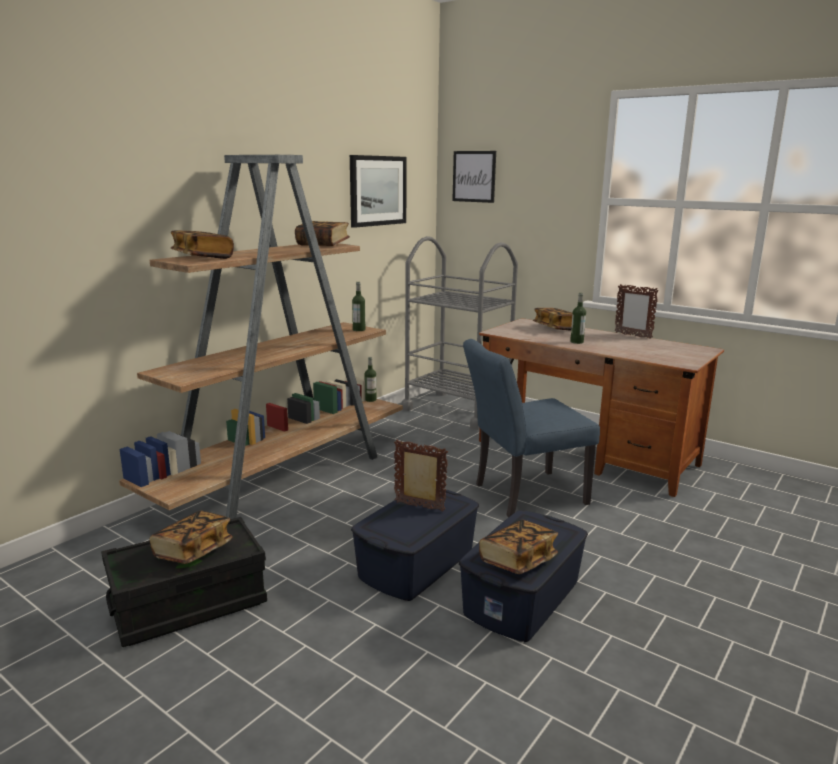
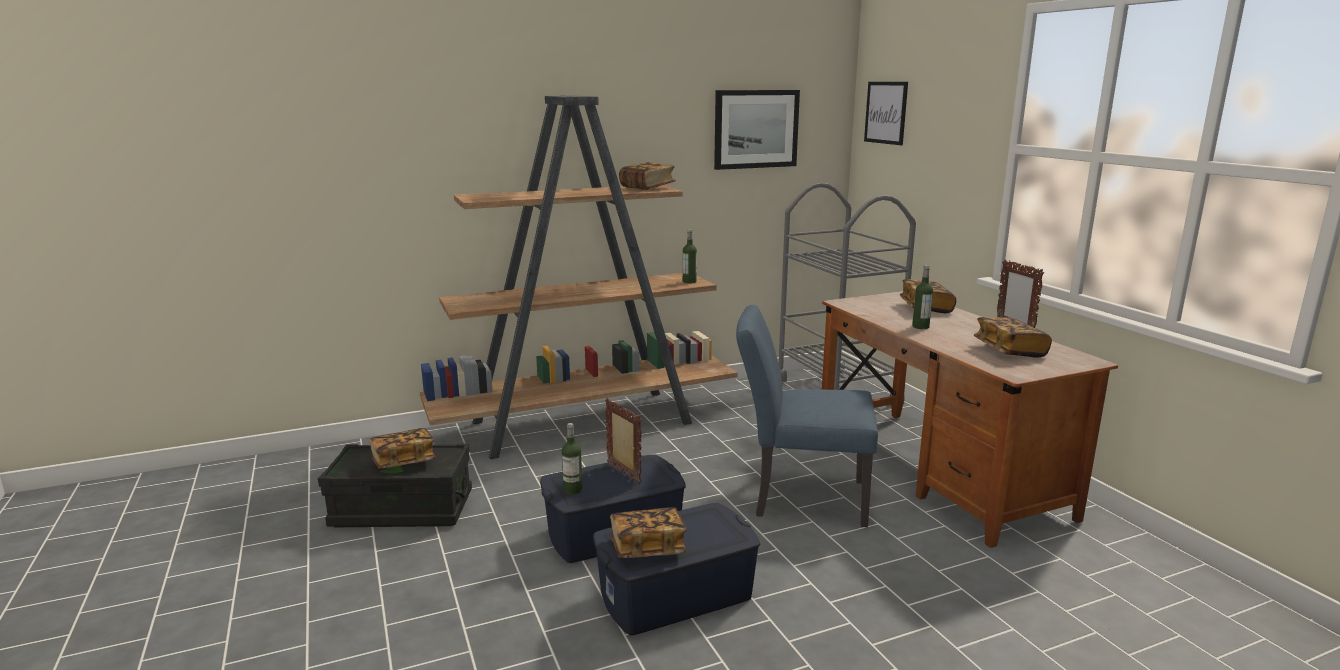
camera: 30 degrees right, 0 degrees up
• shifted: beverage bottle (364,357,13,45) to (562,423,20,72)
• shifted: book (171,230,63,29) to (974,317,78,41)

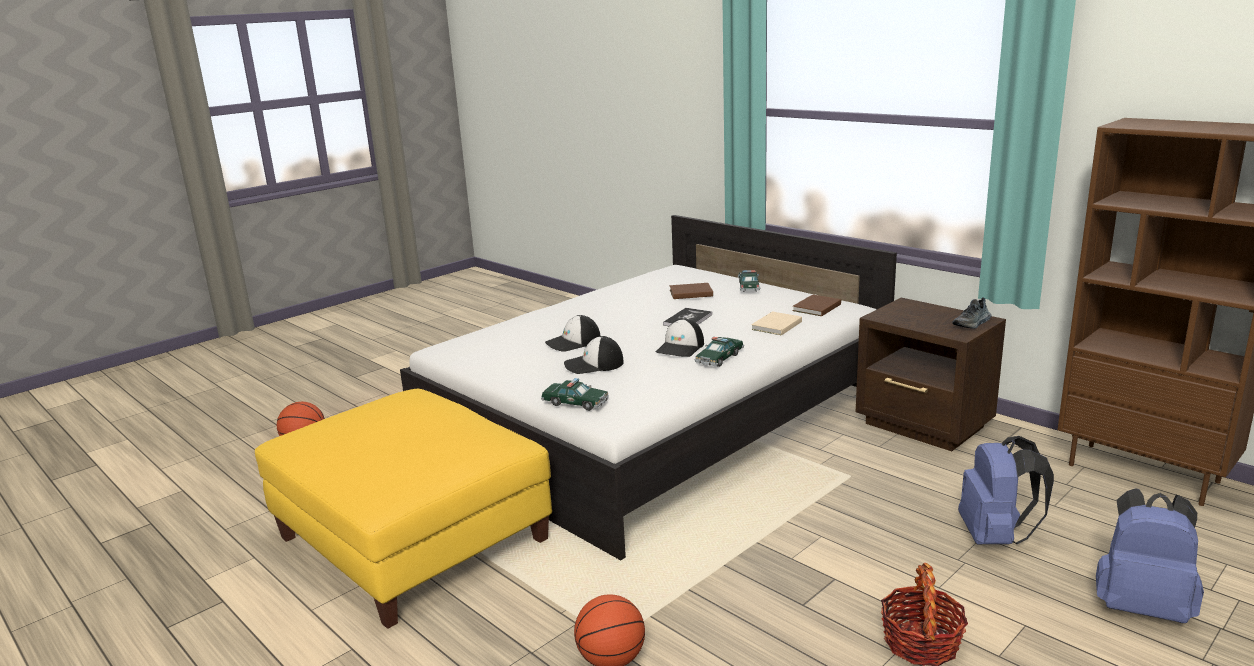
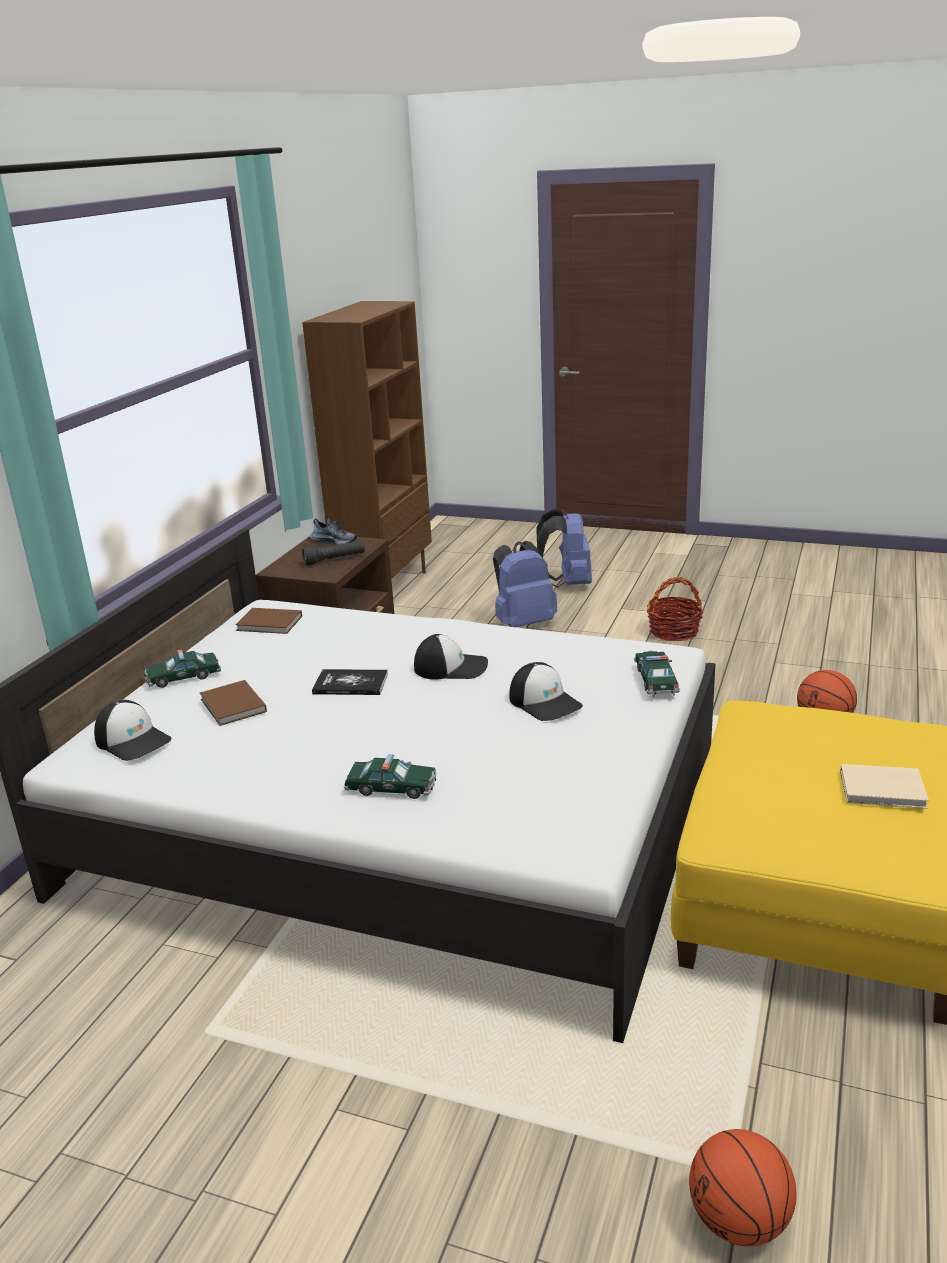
camera: 115 degrees left, 5 degrees up
• shifted: baseball cap (545,315,55,37) to (94,700,78,61)
• new: hand torch in black-coloured (302,541,63,25)
• shifted: model car (694,337,50,30) to (344,754,93,45)
• shifted: book in beige-coloured (751,311,51,25) to (840,764,89,45)

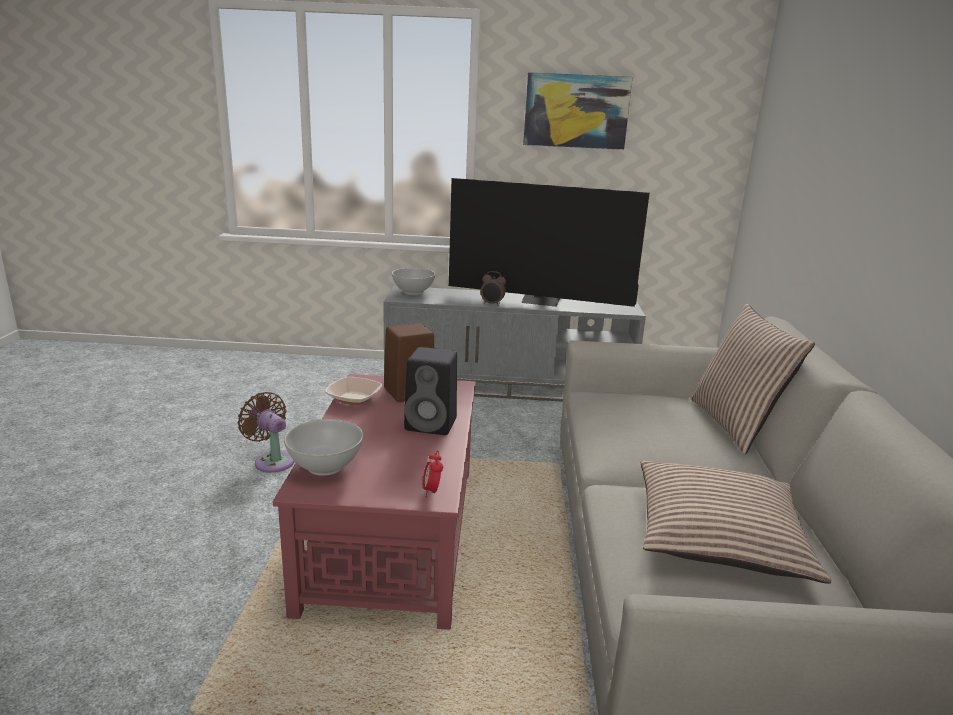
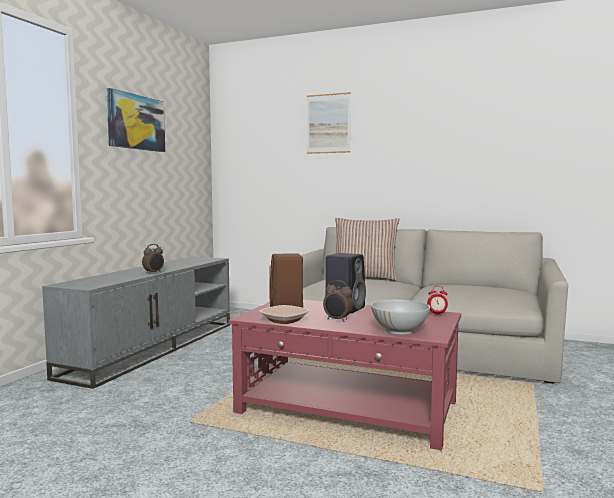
camera: 70 degrees left, 15 degrees down
• new: wall art (307,92,44,62)
• new: bedside clock (323,280,30,42)
• gone: electric fan in brown (238,392,56,81)
• gone: deep dish in whitish (392,268,43,27)
• gone: TV set (449,178,201,129)
• gone: cushion (641,460,190,124)

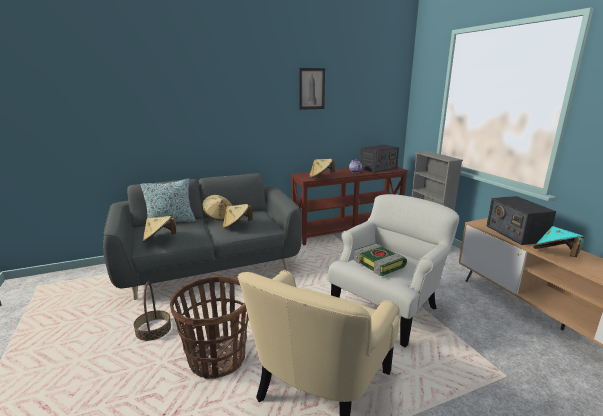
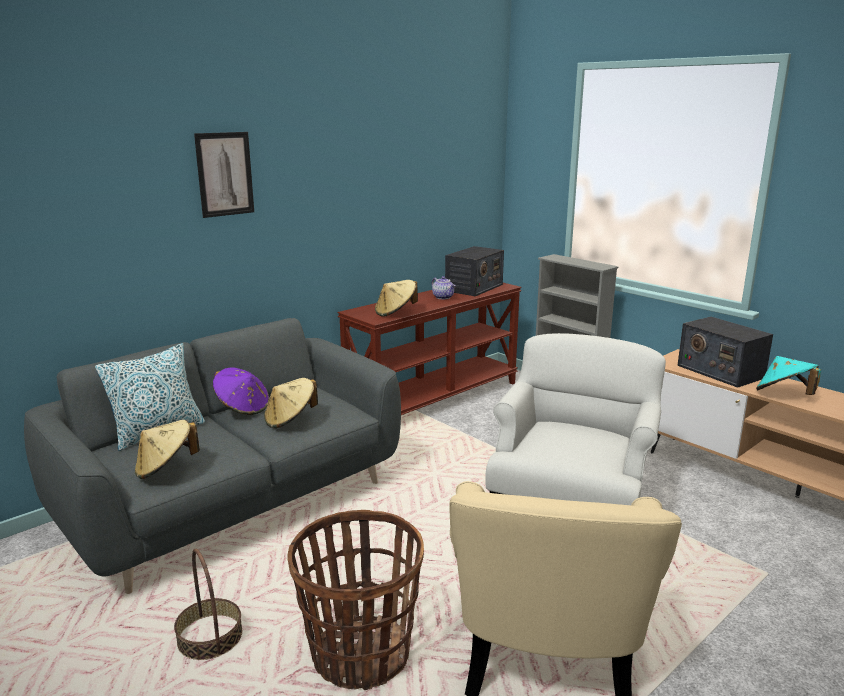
camera: 20 degrees left, 0 degrees up
• shifted: wall art (299,68,26,42) to (194,132,60,86)
• repainted: hat in beige-coloured (203,195,30,26) to hat in purple (213,368,56,47)
• gone: book (353,243,54,33)

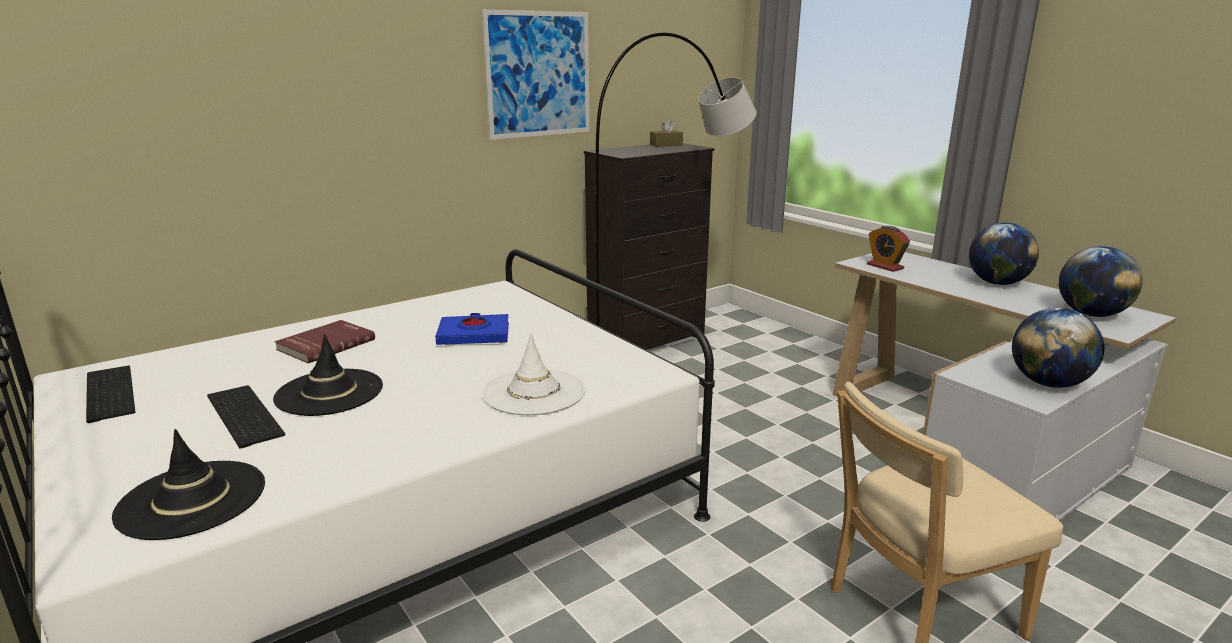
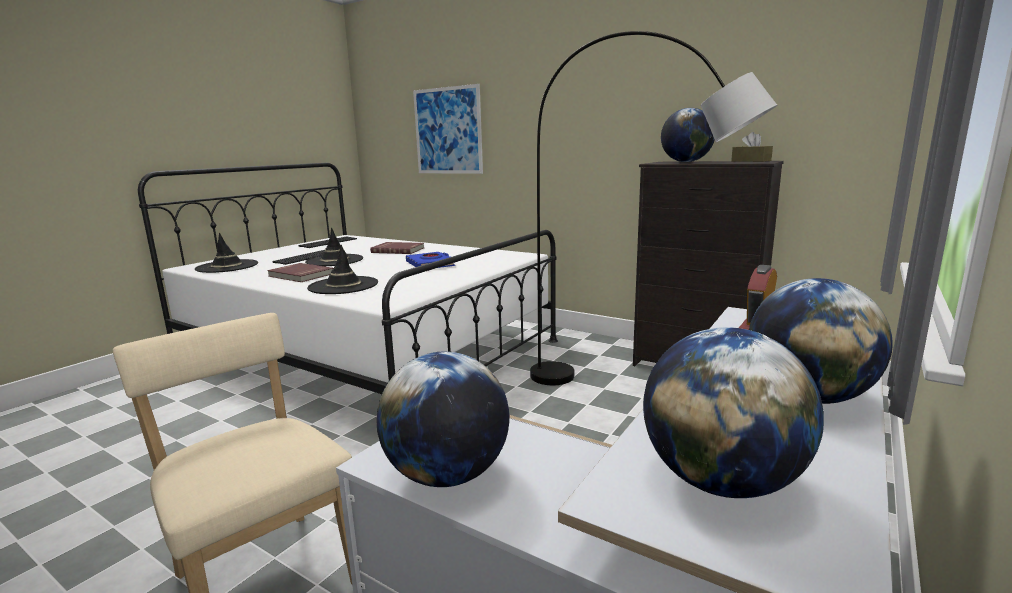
camera: 70 degrees right, 5 degrees down
• new: book in red-coloured (267,263,66,19)
• repainted: hat in whitish (482,333,104,82) to hat in black-coloured (307,245,71,49)
• shifted: wall art (481,9,109,131) to (413,84,70,90)
• new: world globe (661,108,54,54)

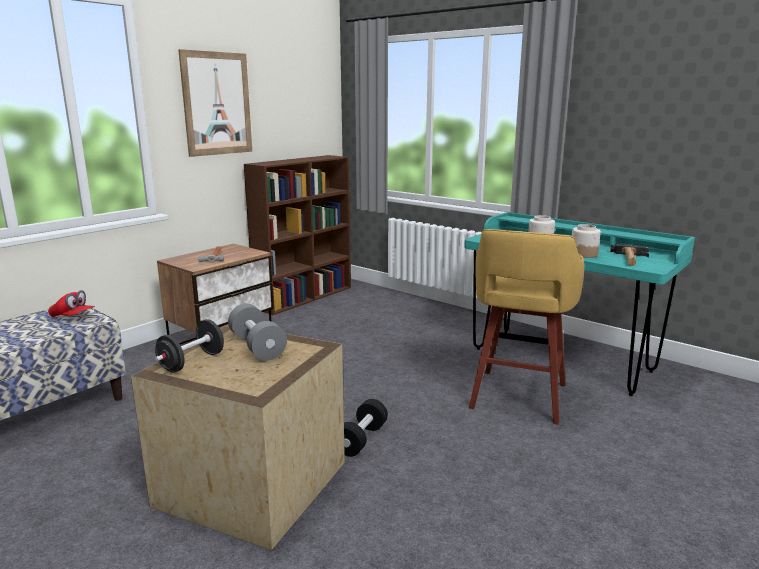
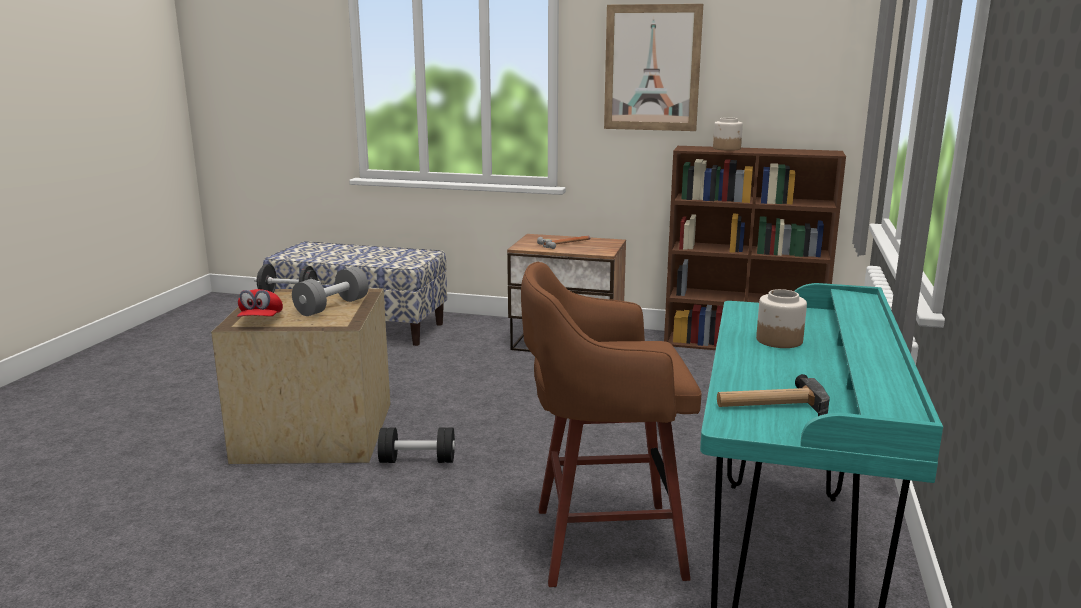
camera: 65 degrees right, 0 degrees up
• shifted: baseball cap in red-coloured (48,290,47,27) to (237,289,46,28)
• repainted: stool in yellow (469,229,115,196) to stool in brown (521,262,181,325)
• shifted: preserve jar (572,224,29,34) to (713,117,30,34)

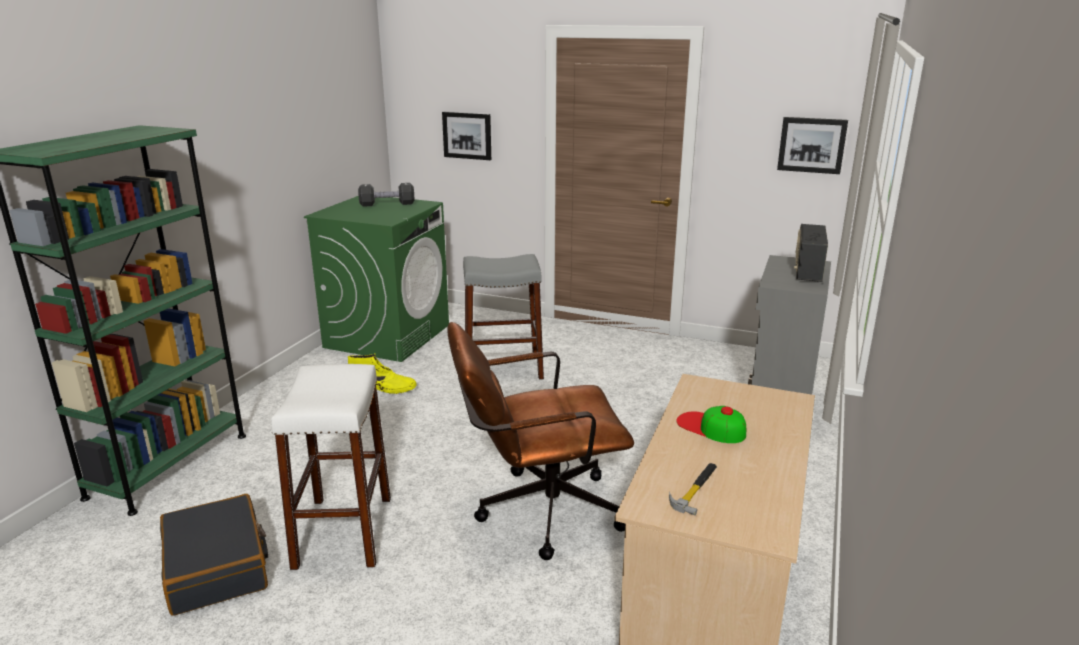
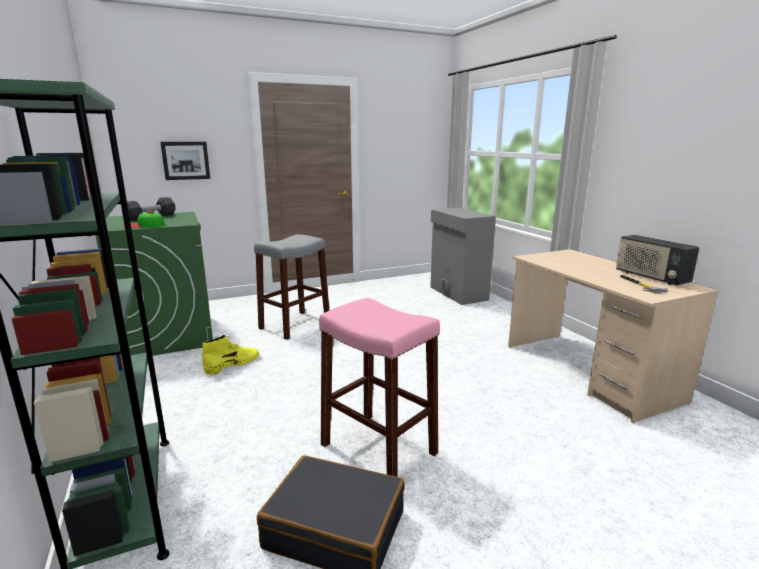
camera: 45 degrees left, 5 degrees down
• shifted: baseball cap (676,406,70,37) to (122,210,43,18)
• repainted: stool in whitish (271,364,120,206) to stool in pink-coloured (319,298,121,179)
• shifted: radio receiver (794,224,34,58) to (616,235,83,50)
• gone: office chair in brown (447,322,187,238)
• gone: wall art (777,117,71,57)

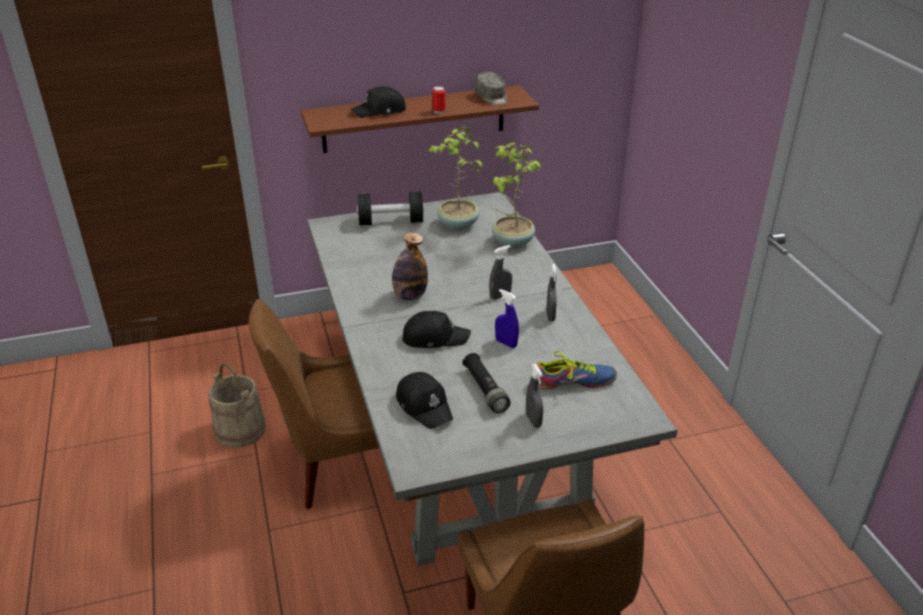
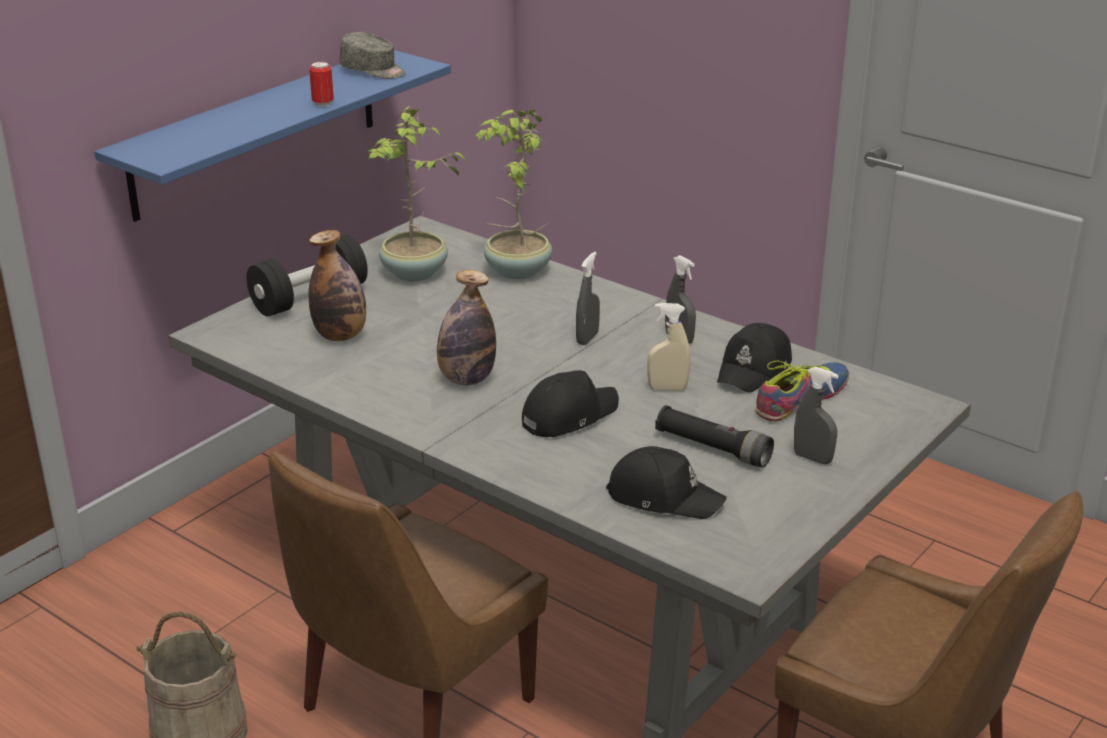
camera: 35 degrees left, 5 degrees down
• repainted: wall shelf in brown (301,85,238,68) to wall shelf in bluish (94,50,357,172)
• new: beverage bottle (308,230,58,111)
• repainted: sprayer in bluish (495,289,24,59) to sprayer in beige-coloured (647,303,43,88)
• shifted: baseball cap in black-coloured (351,86,55,32) to (717,323,75,70)

